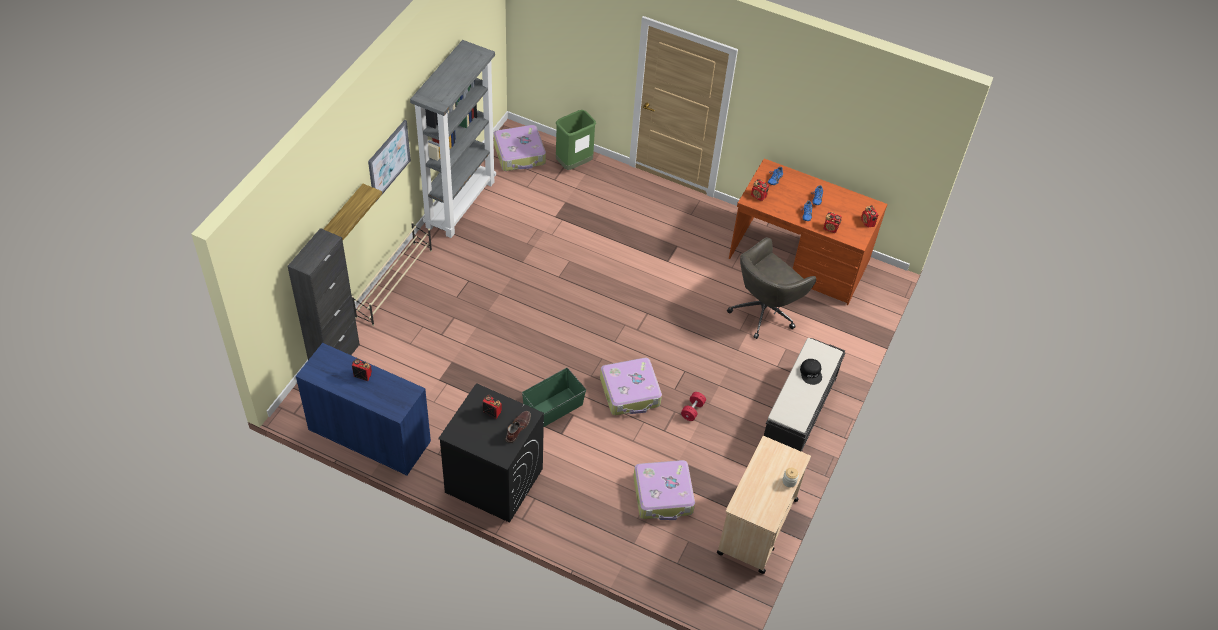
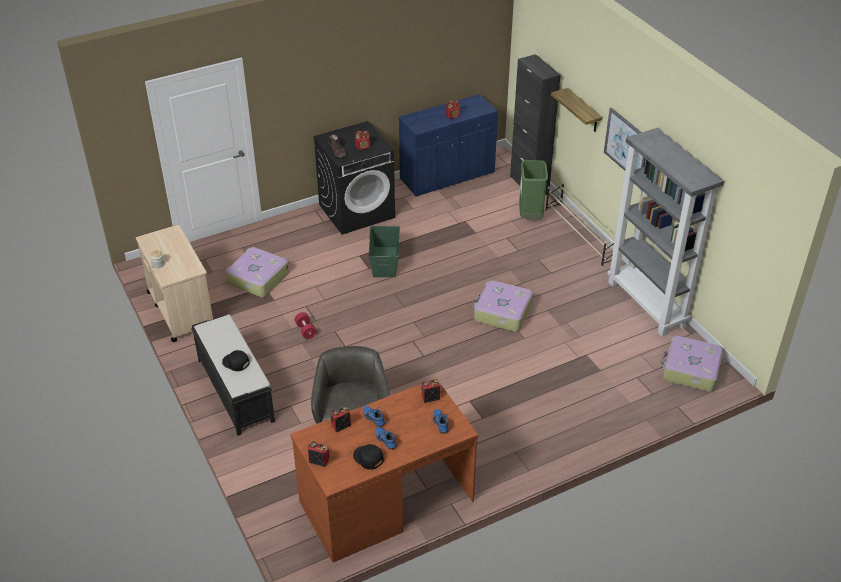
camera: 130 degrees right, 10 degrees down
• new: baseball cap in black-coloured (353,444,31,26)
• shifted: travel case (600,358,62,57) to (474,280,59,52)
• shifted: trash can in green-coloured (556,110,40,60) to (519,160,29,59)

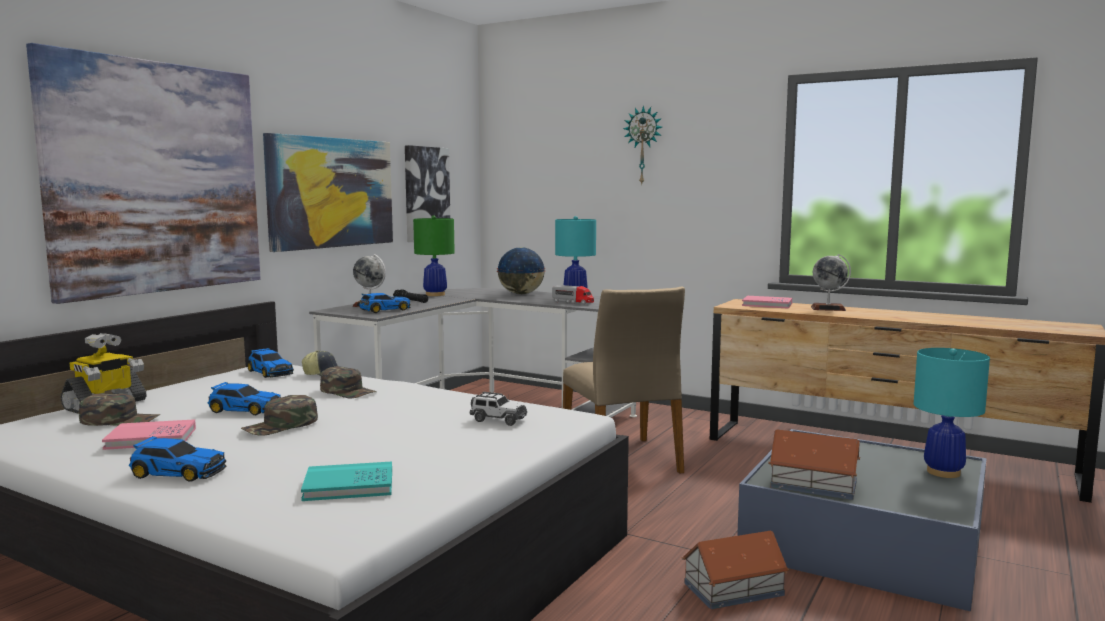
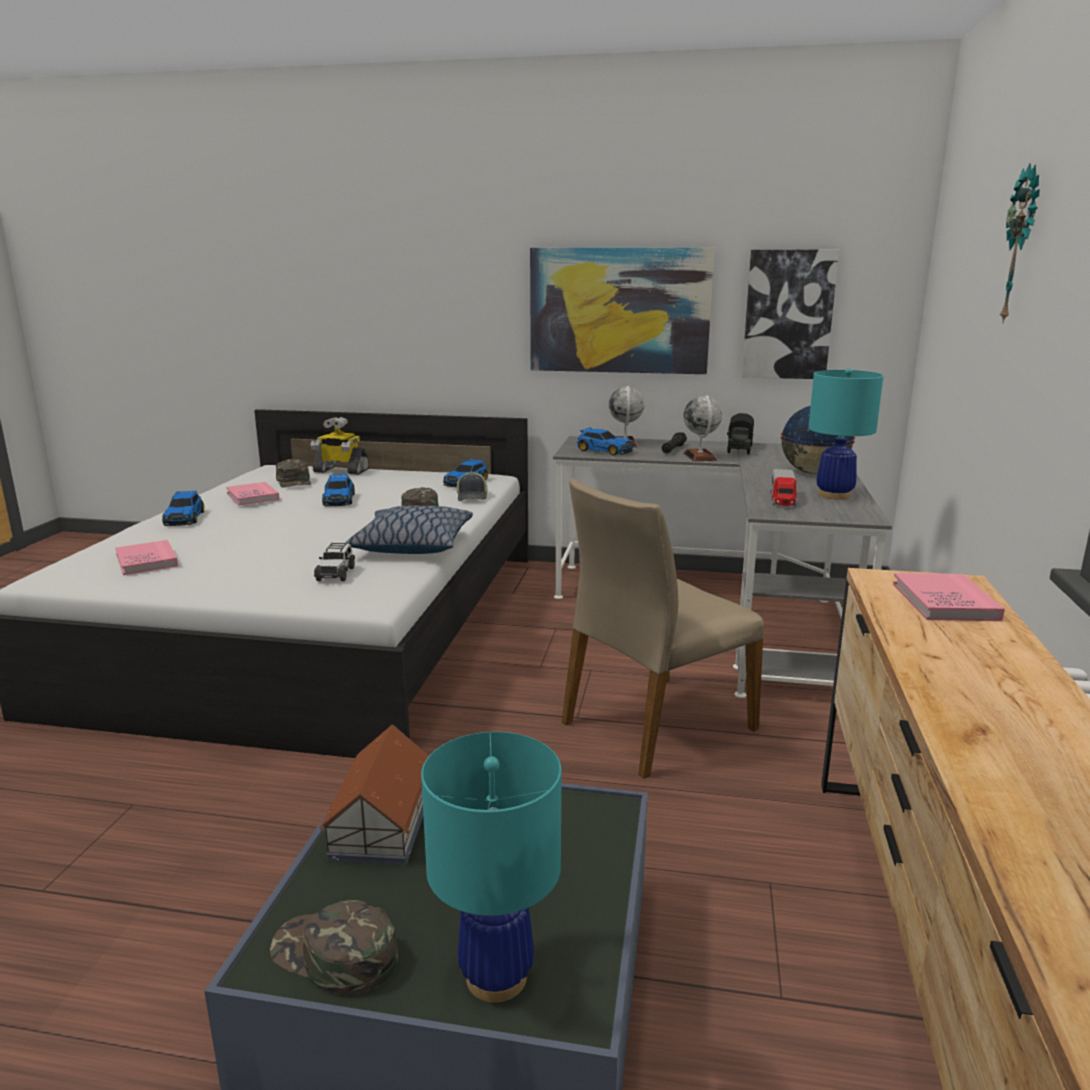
camera: 70 degrees right, 10 degrees up
• repainted: book in turquoise-coloured (301,461,91,40) to book in pink-coloured (115,540,63,35)
• shifted: baseball cap in green-coloured (241,395,77,41) to (270,900,128,94)
• new: cushion (346,505,127,49)
• shifted: world globe (811,254,40,57) to (683,395,39,66)
• swapped: lamp for a table in green-coloured (413,215,42,81) to toy lorry (727,413,27,41)
• gone: wall art (26,43,235,261)
• gone: toy house (682,531,107,78)

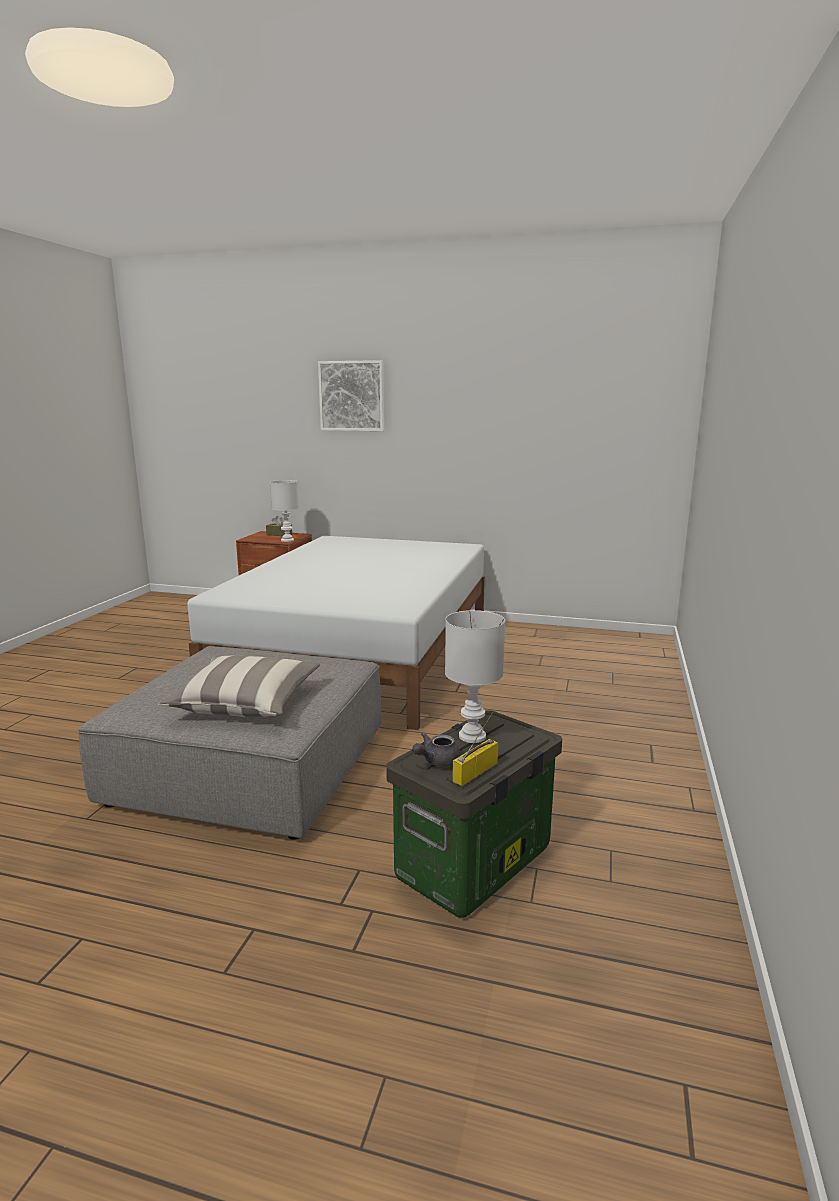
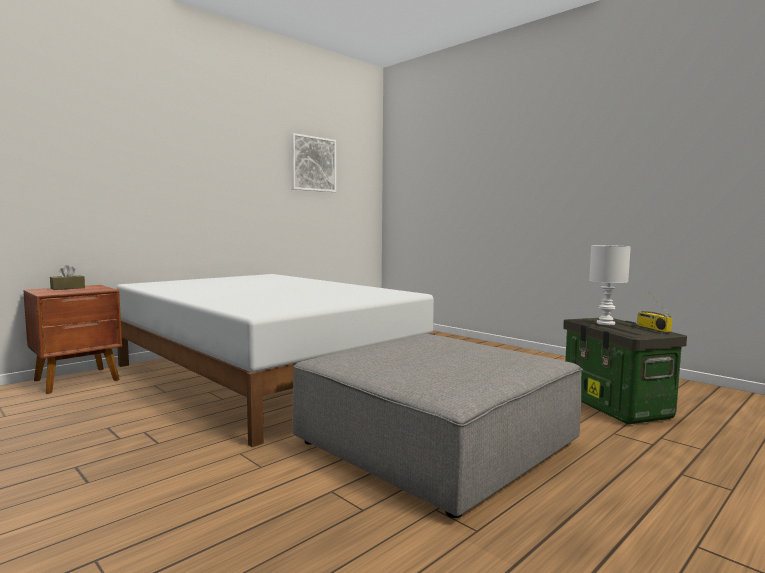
camera: 60 degrees left, 10 degrees down
• shifted: wall art (318,360,66,71) to (291,133,45,59)
• gone: cushion (158,656,162,62)
• gone: lamp for a table in whitish (270,480,29,62)
• gone: tea pot in grey (412,732,49,35)

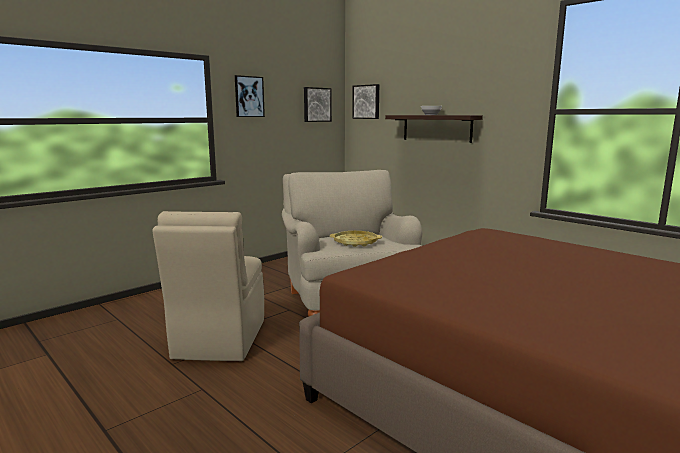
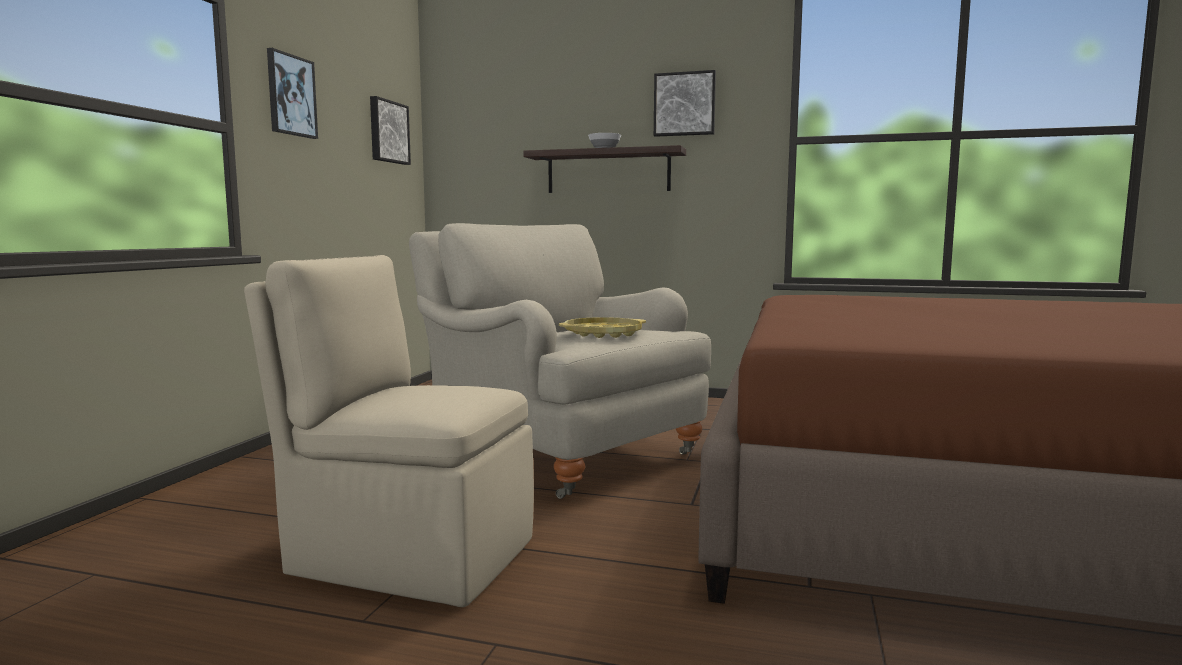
camera: 30 degrees left, 5 degrees down
• rotated: upright chair in beige-coloured (153,211,111,150) = (244,255,290,352) 135 degrees clockwise
• shifted: wall art (352,84,27,35) to (654,70,62,67)

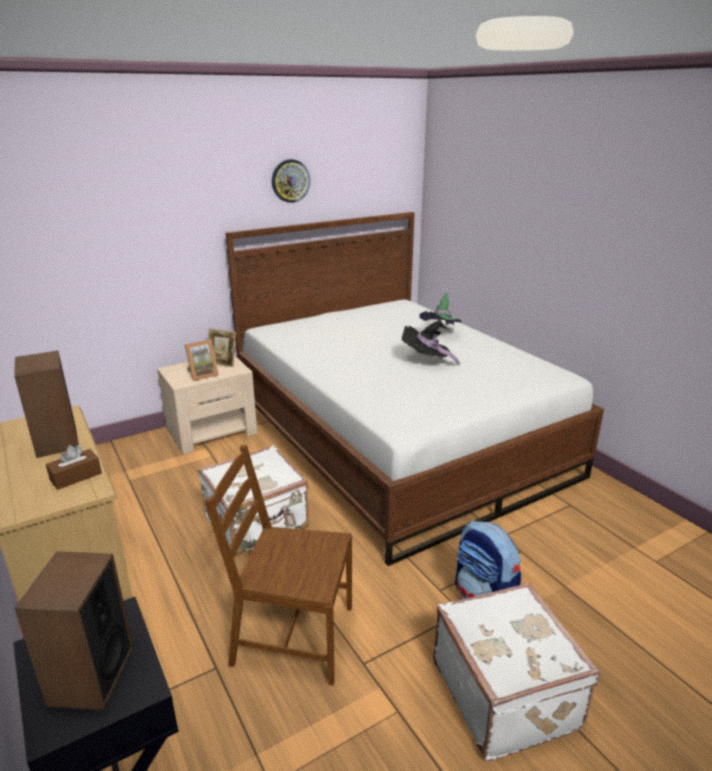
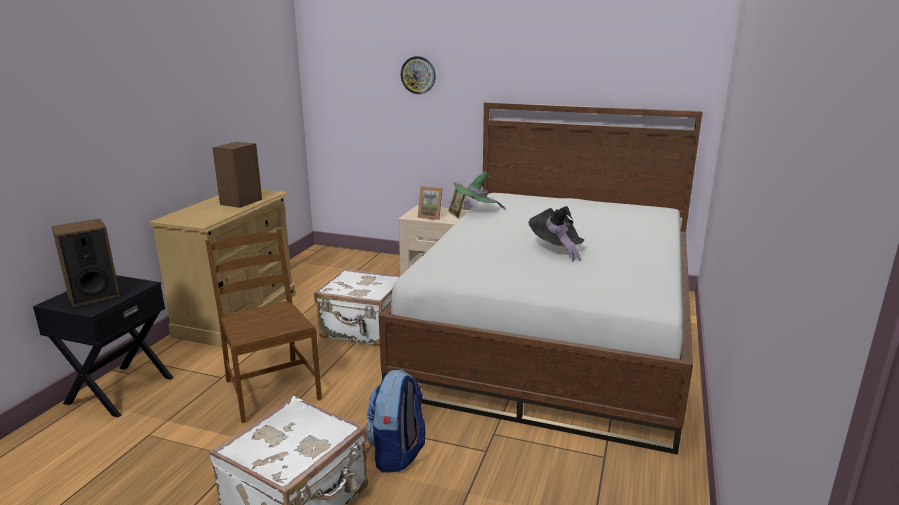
camera: 50 degrees right, 5 degrees down
• shifted: clock on the wall (272,159,38,44) to (401,56,35,38)
• shifted: hat in green-coloured (419,293,43,32) to (454,171,52,39)
• gone: tissue box in brown (46,445,56,45)

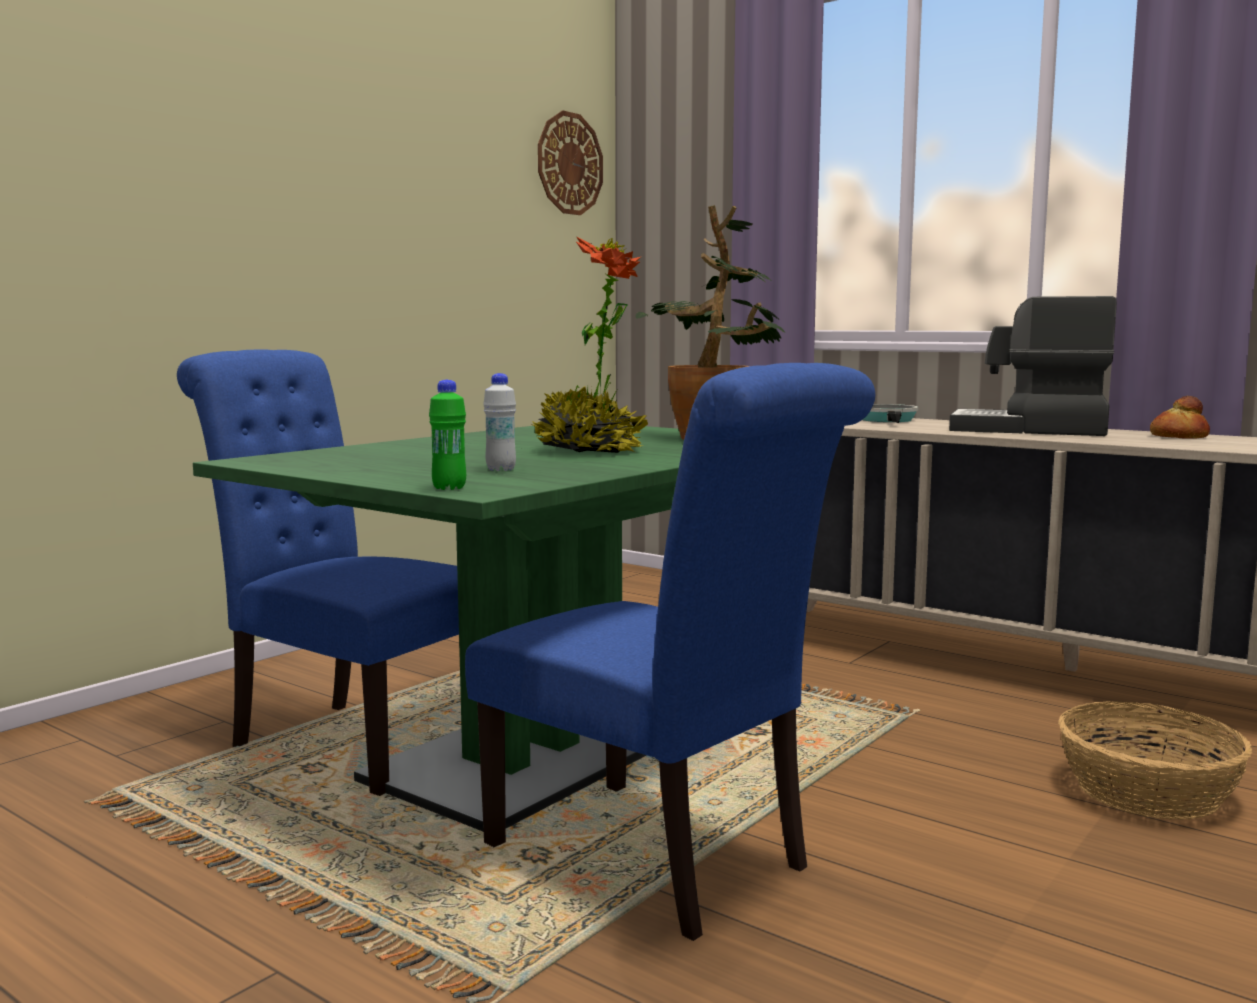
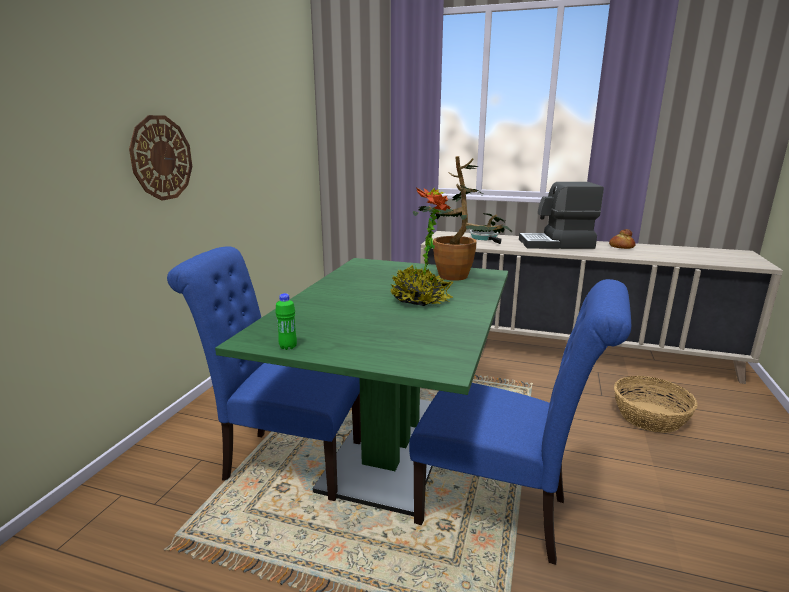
camera: 20 degrees left, 10 degrees up
• shifted: clock on the wall (538,111,65,104) to (129,115,63,86)
• shifted: beverage bottle in green-coloured (429,380,37,110) to (275,293,22,57)
• gone: beverage bottle in whitish (483,373,33,98)

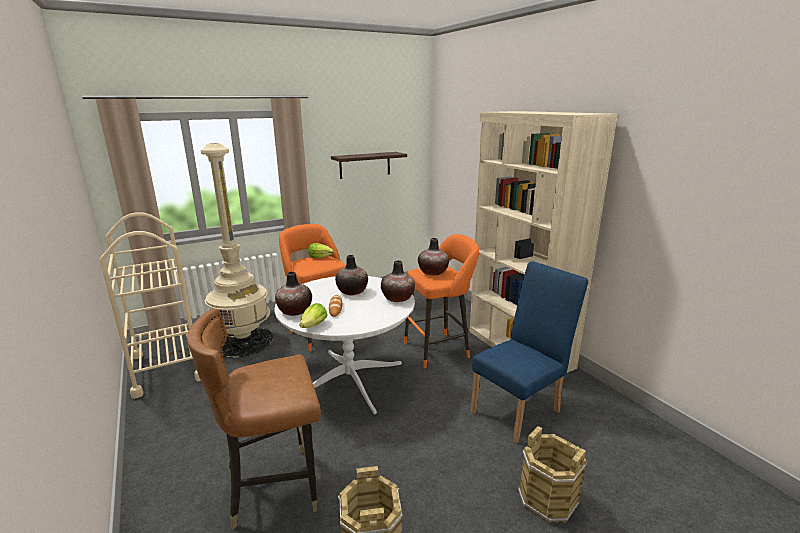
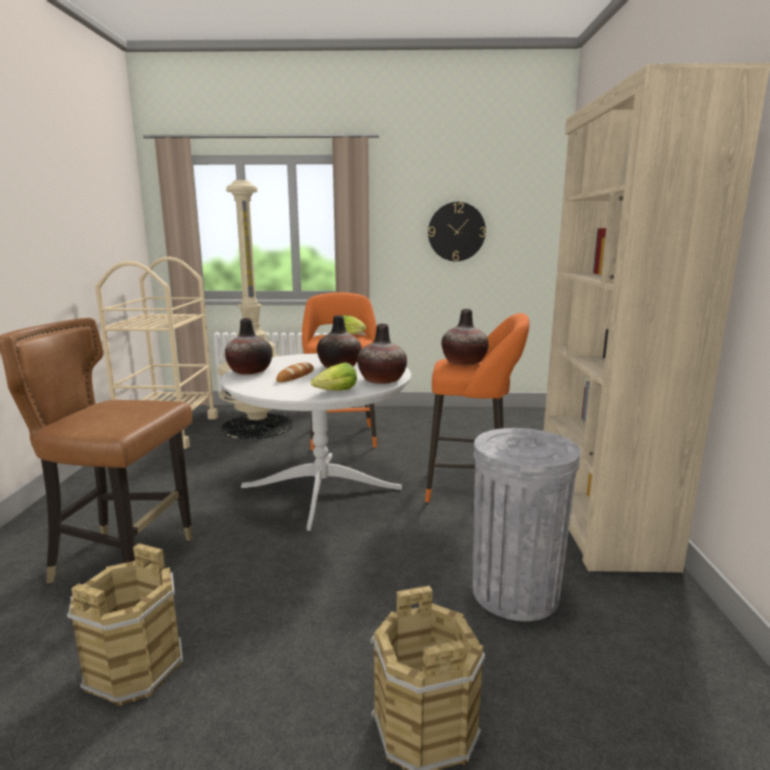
camera: 30 degrees right, 5 degrees down
• shifted: lettuce head (299,303,28,25) to (311,363,46,28)
• swapped: wall shelf (331,152,76,27) to clock on the wall (428,202,58,59)
• swapped: upright chair in bluish (470,261,118,183) to trash can in grey (472,428,109,193)

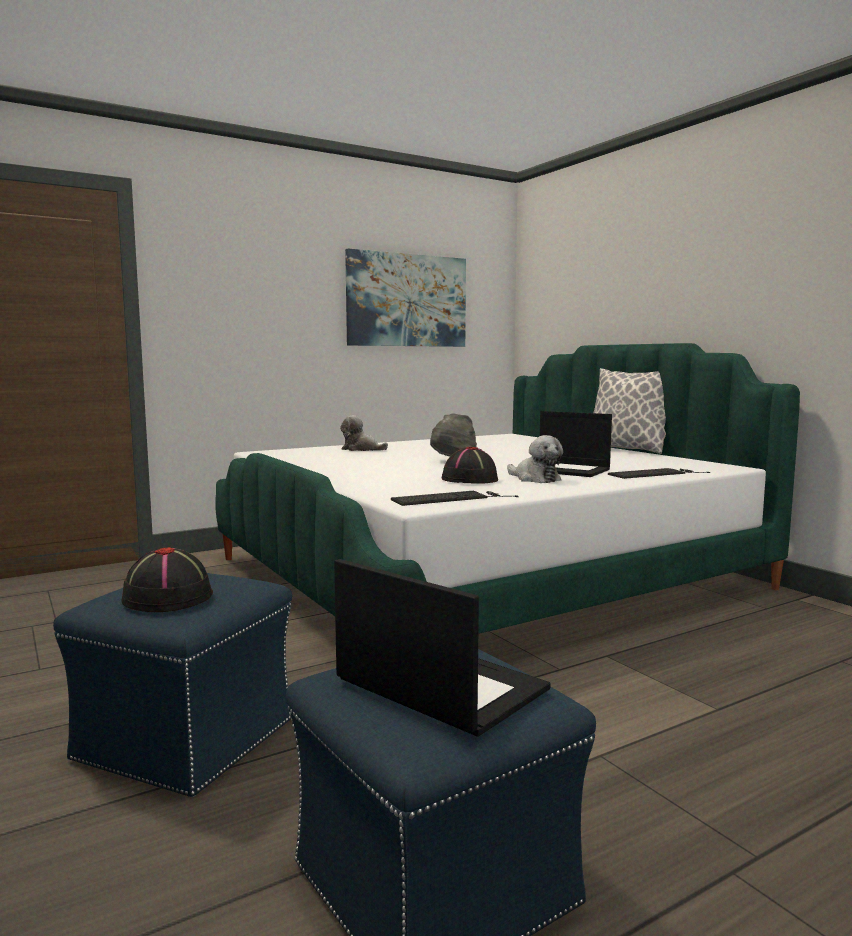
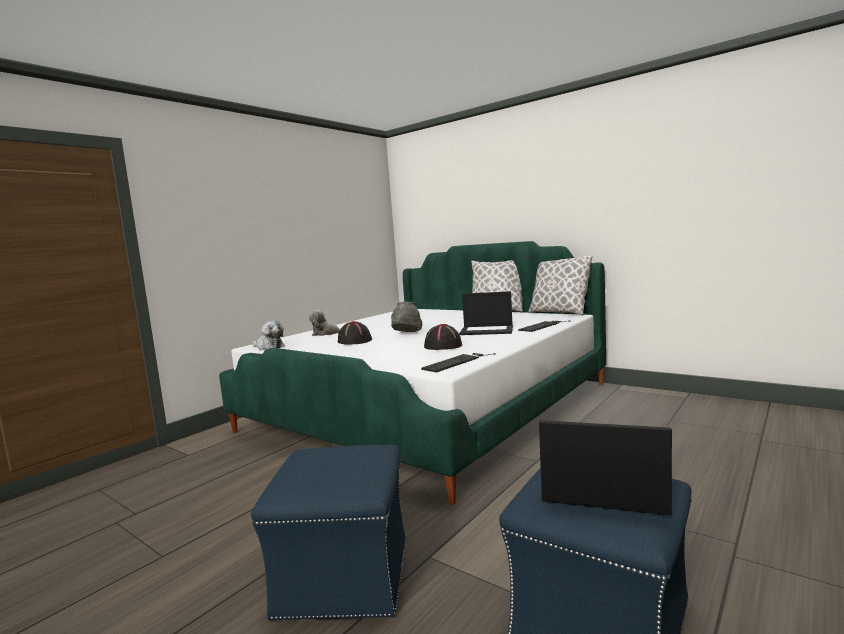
camera: 20 degrees left, 0 degrees up
• shifted: soft toy (507,435,56,48) to (252,320,33,30)
• shifted: hat in black-coloured (121,547,92,65) to (338,321,34,24)
• new: cushion (528,255,65,60)
• gone: wall art (345,249,121,98)

